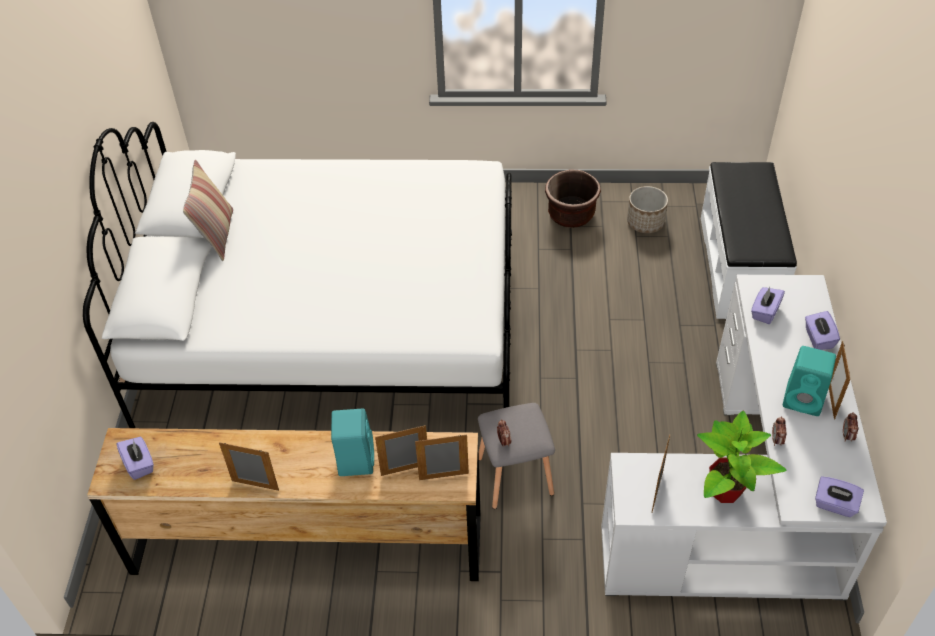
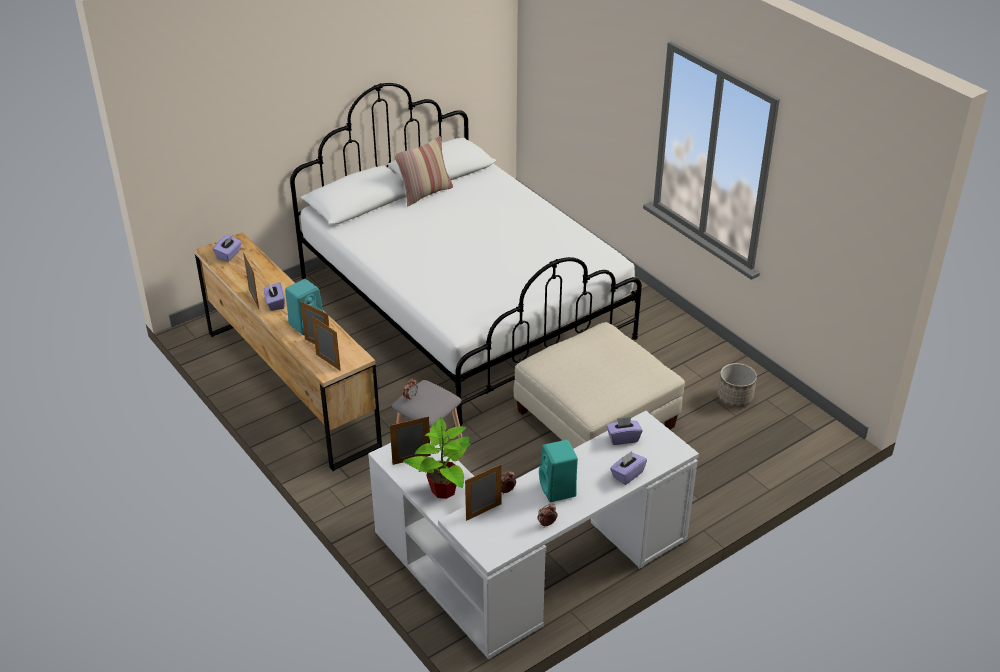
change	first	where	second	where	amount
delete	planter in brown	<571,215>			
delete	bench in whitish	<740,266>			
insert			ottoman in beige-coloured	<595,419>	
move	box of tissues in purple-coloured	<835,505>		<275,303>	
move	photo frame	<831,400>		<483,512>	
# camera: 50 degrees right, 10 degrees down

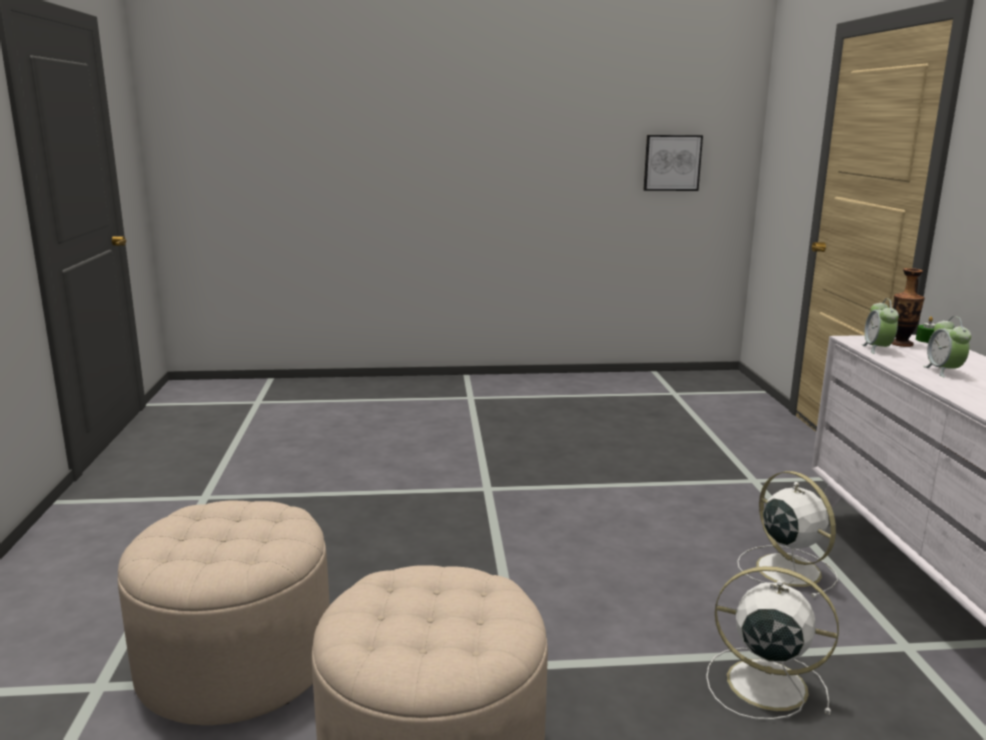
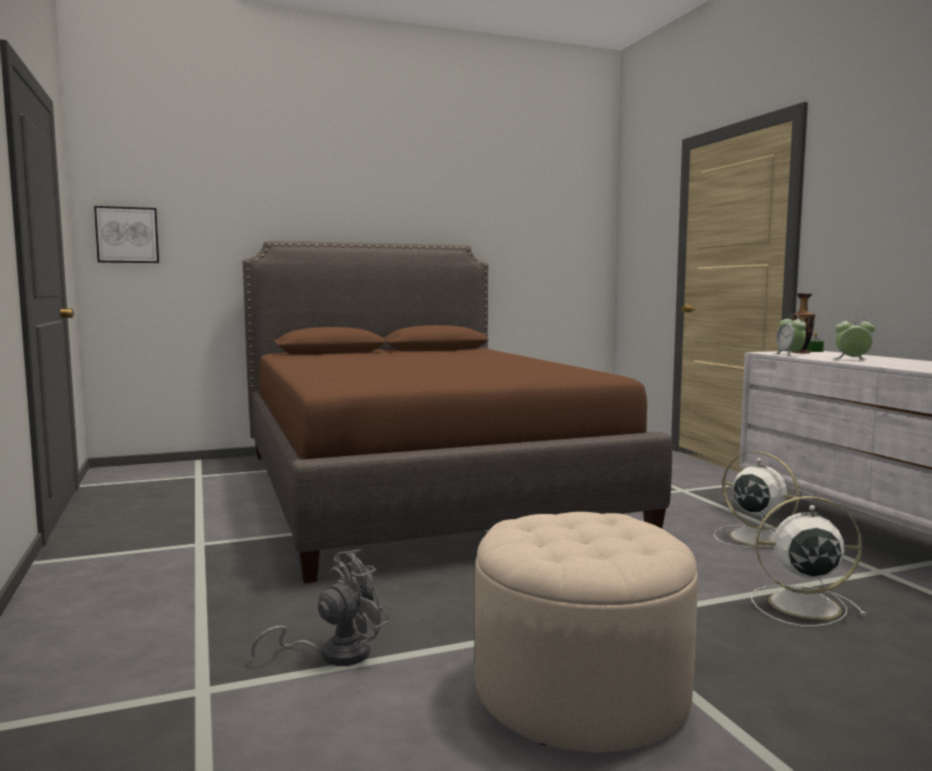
change	first	where	second	where	amount
insert			bed in brown	<420,488>	
move	wall picture	<672,163>		<127,235>	
replace	ottoman in beige-coloured	<235,662>	fan in gray	<334,653>	
rotate	alarm clock	<943,371>		<852,359>	120 degrees clockwise
# camera: 15 degrees left, 10 degrees down

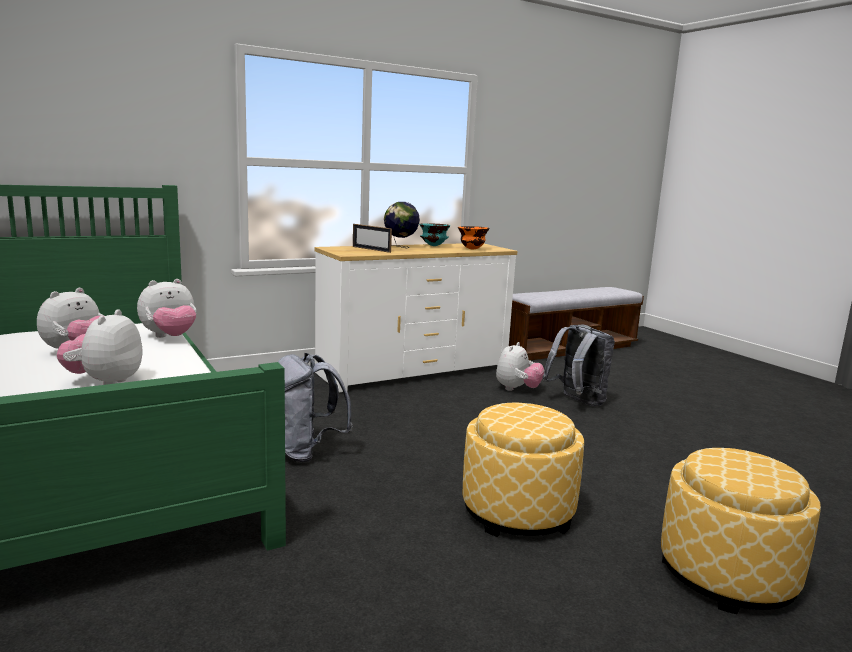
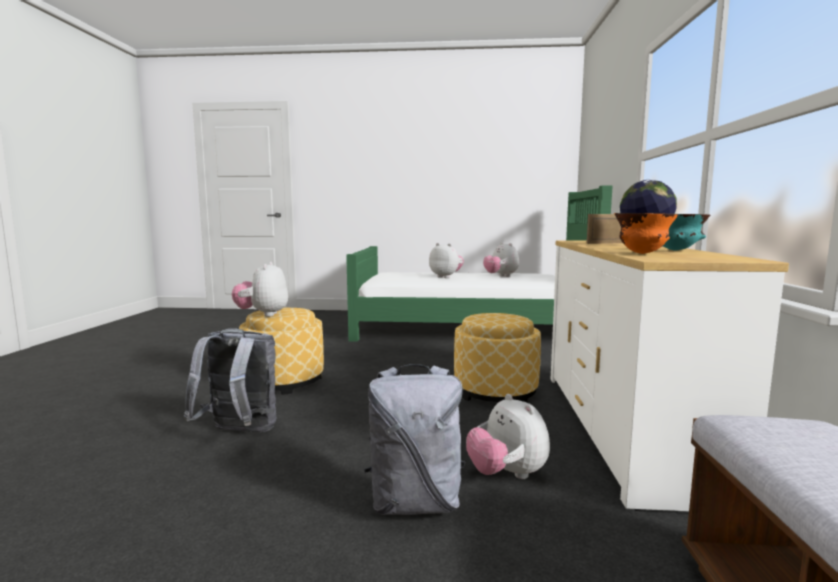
change	first	where	second	where	amount
move	plush toy	<170,337>		<263,314>	
move	rucksack in gray	<306,452>		<239,433>	
move	ottoman	<727,575>		<495,391>	
# camera: 125 degrees right, 5 degrees down

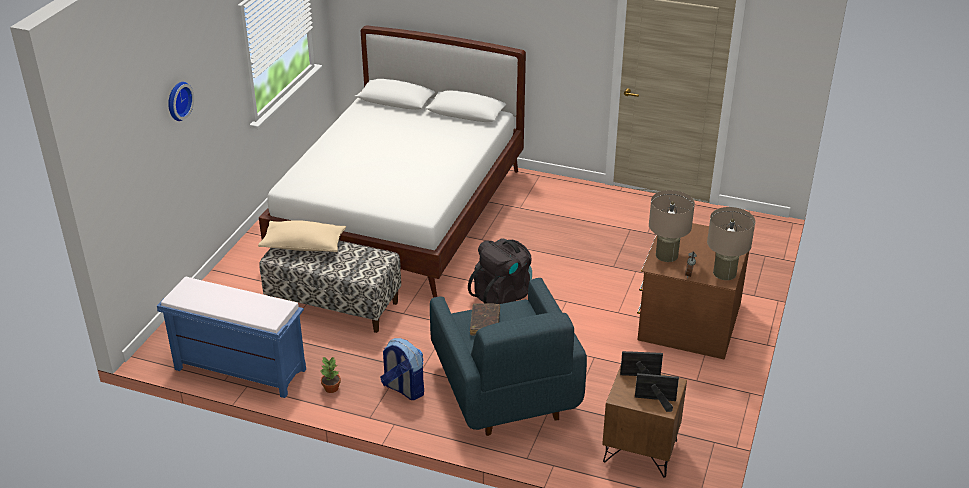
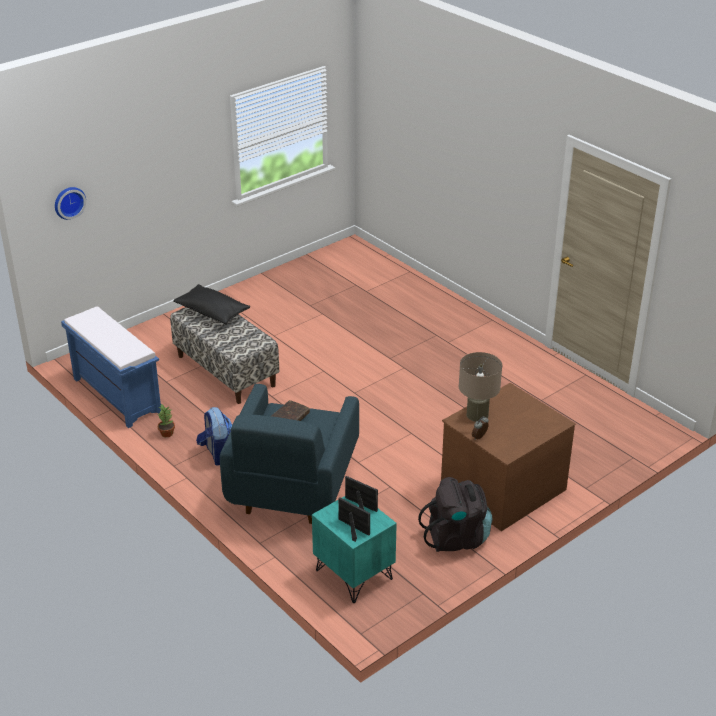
change	first	where	second	where	amount
delete	bed in whitish	<402,214>			
delete	lamp for a table in beige-coloured	<724,273>			
move	hanging clock	<177,100>		<68,202>	
move	rucksack in black	<503,295>		<457,538>	
recolor	cushion in beige-coloured	<303,246>	cushion in black	<212,312>	
recolor	bedside table in brown	<640,451>	bedside table in turquoise-coloured	<353,575>	
# camera: 30 degrees right, 0 degrees up

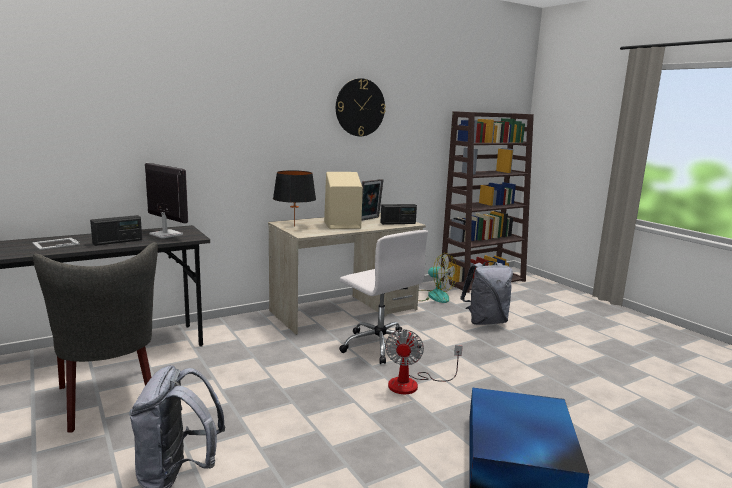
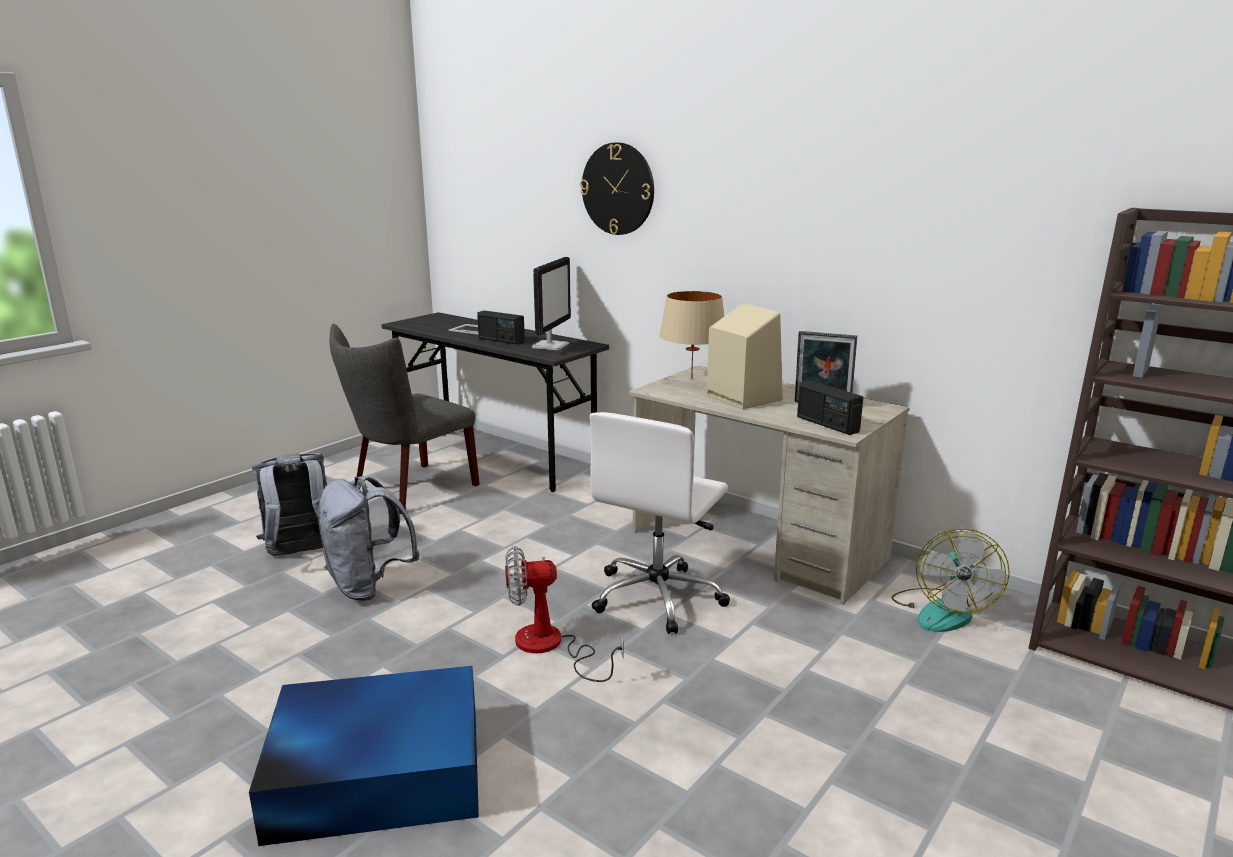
change	first	where	second	where	amount
move	hanging clock	<360,107>		<618,189>	
move	rucksack in gray	<485,321>		<368,586>	
recolor	lamp for a table in black	<294,226>	lamp for a table in beige-coloured	<691,379>	
# camera: 70 degrees right, 5 degrees up

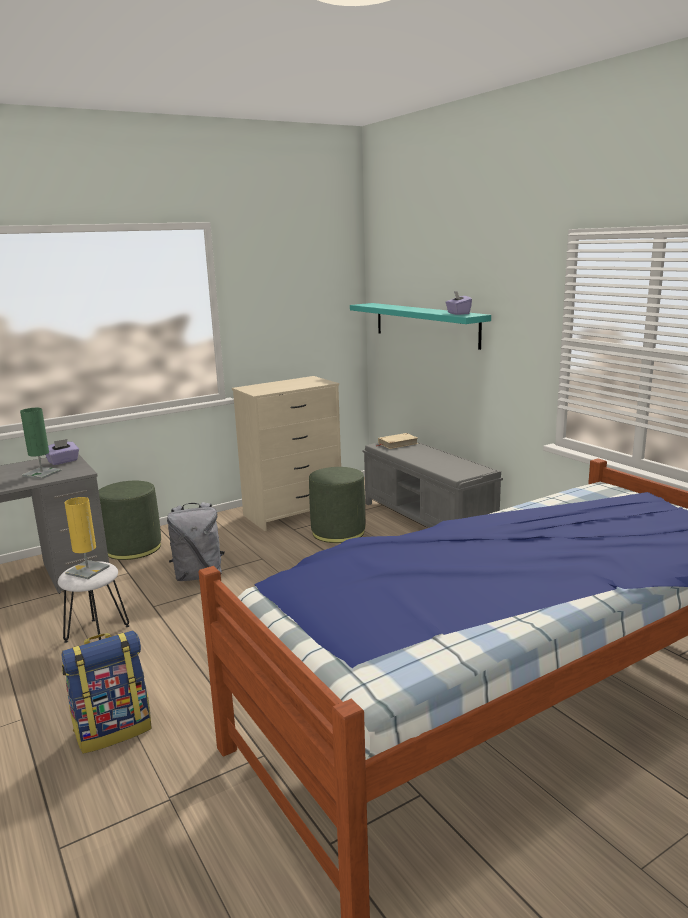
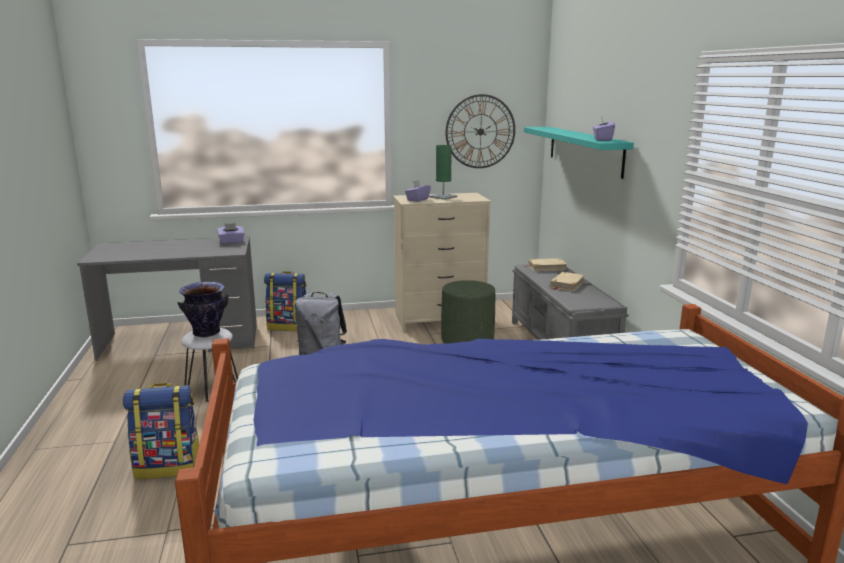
change	first	where	second	where	amount
insert			box of tissues in purple-coloured	<417,199>	
insert			hanging clock	<480,131>	
insert			volume in beige-coloured	<567,284>	
move	lamp for a table in green-coloured	<42,473>		<443,197>	
replace	lamp for a table in yellowish	<87,570>	vase	<207,333>	
replace	ottoman in green-coloured	<133,548>	rucksack	<288,326>	
# camera: 20 degrees right, 0 degrees up

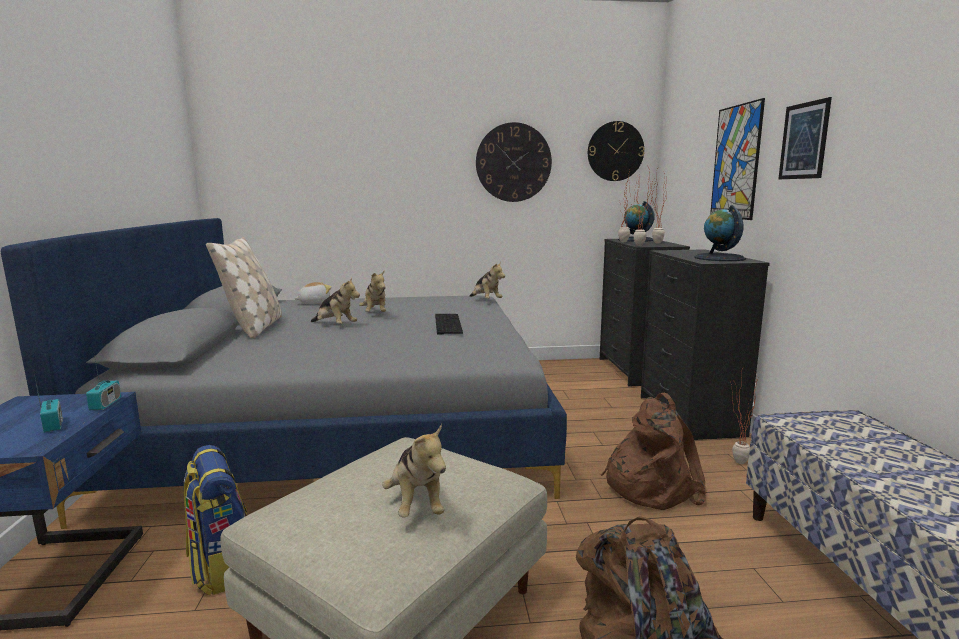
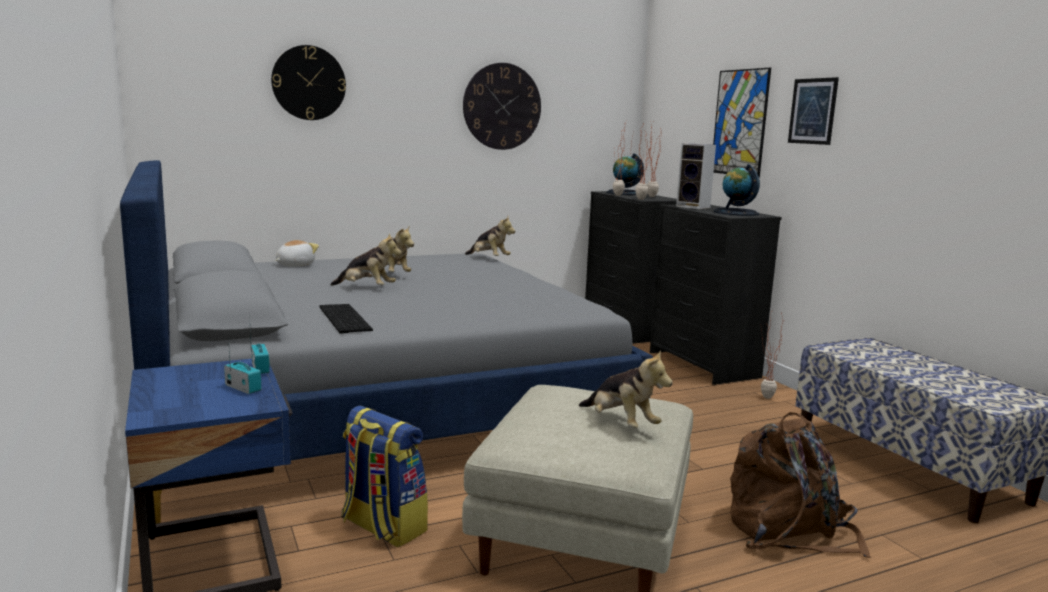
change	first	where	second	where	amount
delete	cushion in beige-coloured	<254,327>			
delete	rucksack in brown	<650,486>			
insert			loudspeaker	<694,207>	
move	PC keyboard	<446,323>		<342,318>	
move	hanging clock	<615,151>		<309,83>	
# camera: 20 degrees left, 0 degrees up

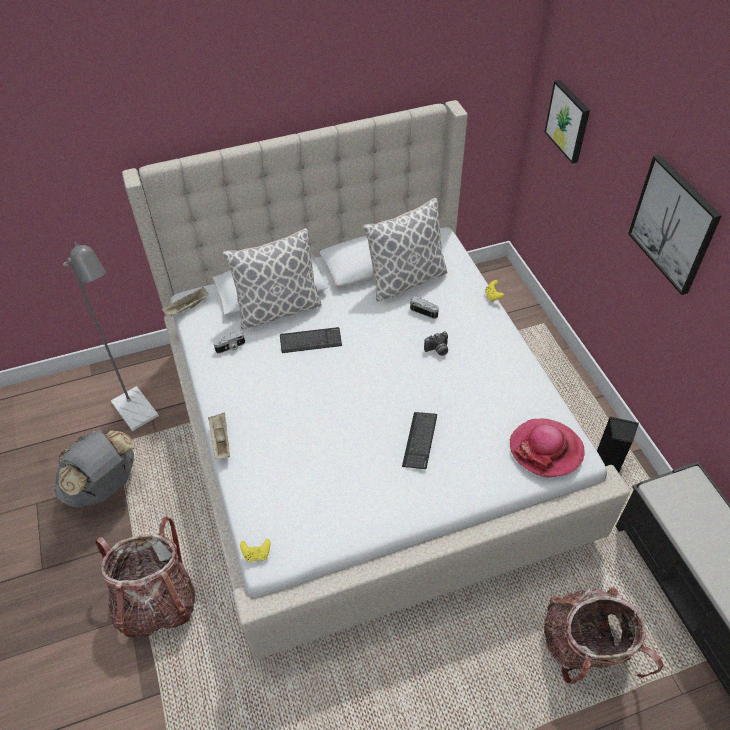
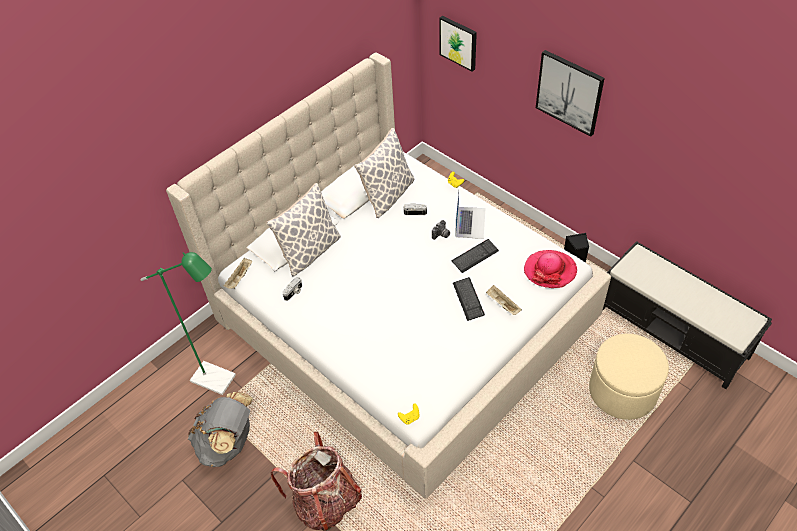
change	first	where	second	where	amount
insert			notebook computer	<470,222>	
move	tray in beige-coloured	<220,440>		<502,304>	
move	PC keyboard	<310,341>		<475,256>	
replace	rucksack	<586,648>	ottoman in beige-coloured	<622,391>	
recolor	standing lamp in gray	<139,415>	standing lamp in green-coloured	<220,381>	
# camera: 25 degrees left, 0 degrees up

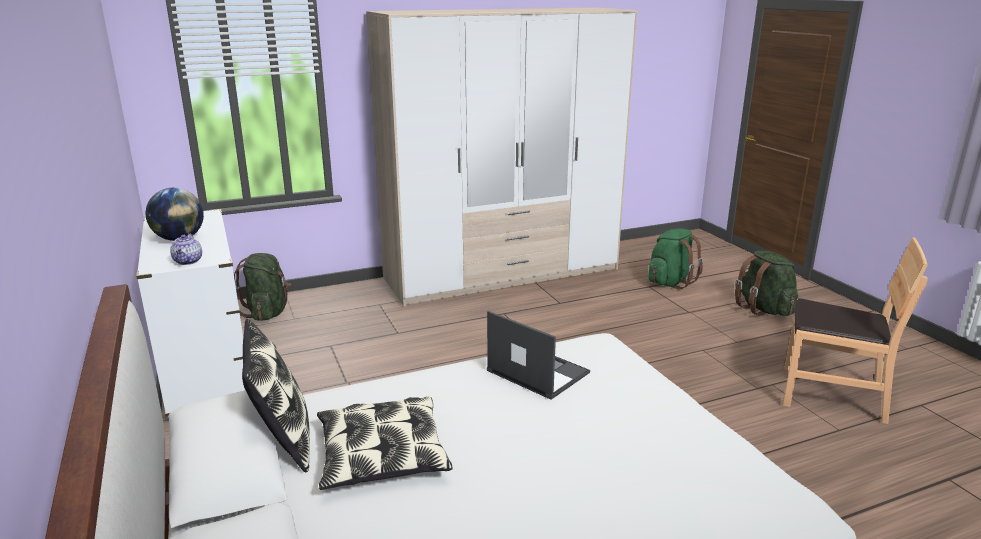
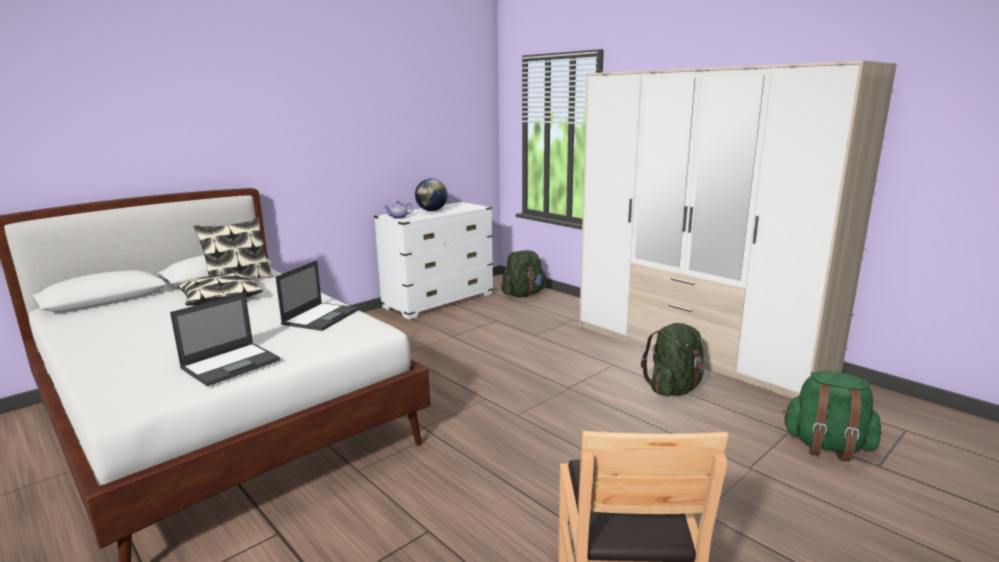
change	first	where	second	where	amount
insert			notebook computer	<232,364>	
move	rucksack in green-coloured	<764,309>		<674,389>	
# camera: 70 degrees right, 5 degrees down

